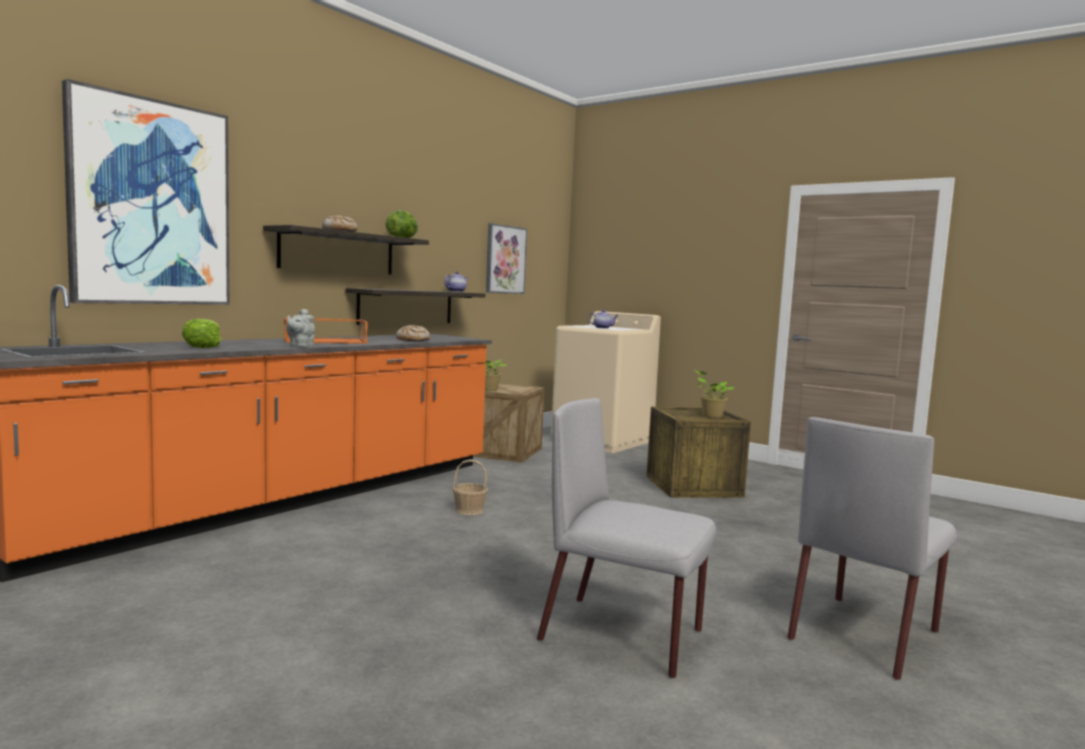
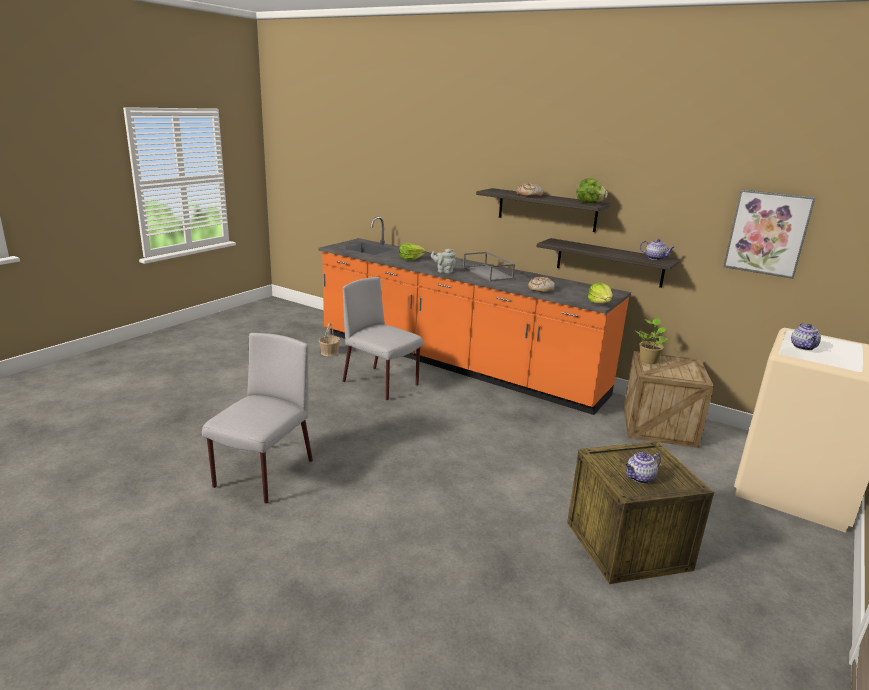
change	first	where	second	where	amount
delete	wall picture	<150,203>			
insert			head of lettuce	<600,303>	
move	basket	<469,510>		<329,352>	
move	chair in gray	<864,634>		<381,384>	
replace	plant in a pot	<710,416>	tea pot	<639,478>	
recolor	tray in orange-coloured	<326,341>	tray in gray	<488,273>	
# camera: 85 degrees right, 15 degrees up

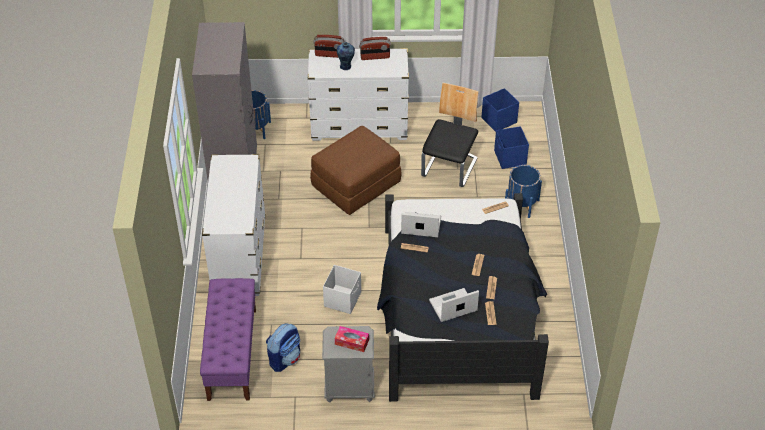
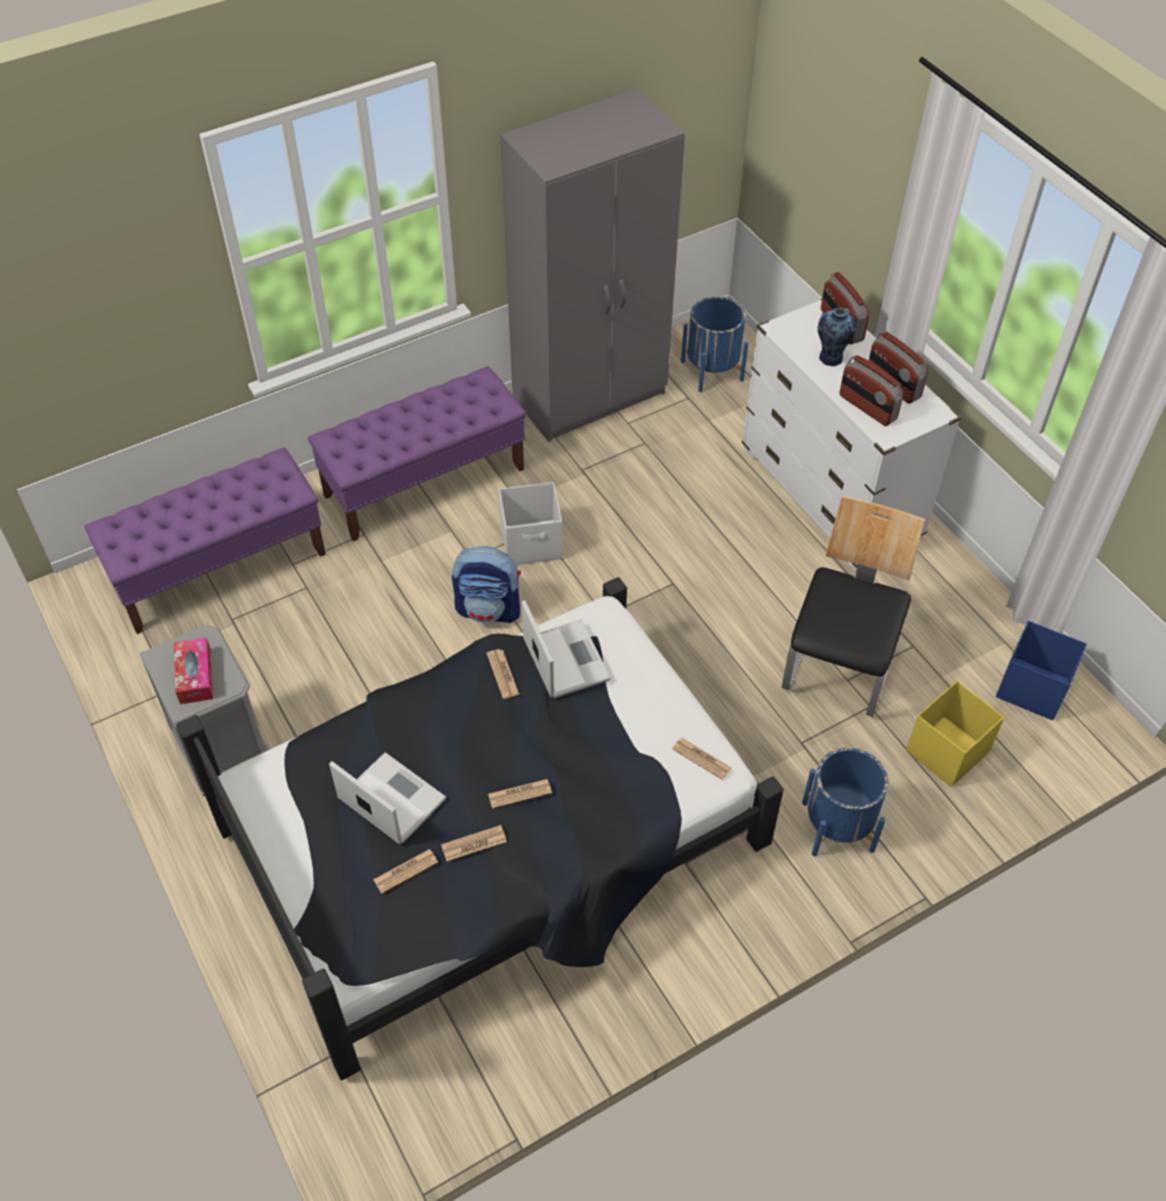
change	first	where	second	where	amount
delete	ottoman in brown	<356,184>			
insert			radio receiver	<867,407>	
move	rucksack	<285,359>		<489,609>	
move	storage container in whitish	<343,299>		<532,543>	
replace	drawer chest in whitish	<239,256>	bench in purple-coloured	<425,482>	
recolor	storage container in blue	<510,158>	storage container in yellowish	<946,752>	
rotate	chair	<450,168>		<840,667>	60 degrees counterclockwise
# camera: 60 degrees right, 5 degrees up

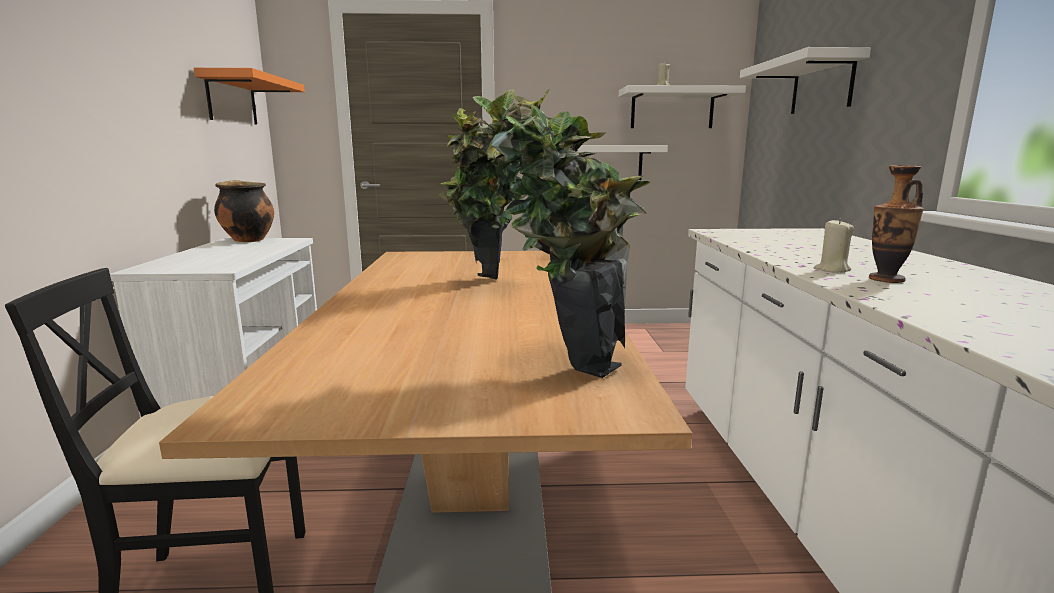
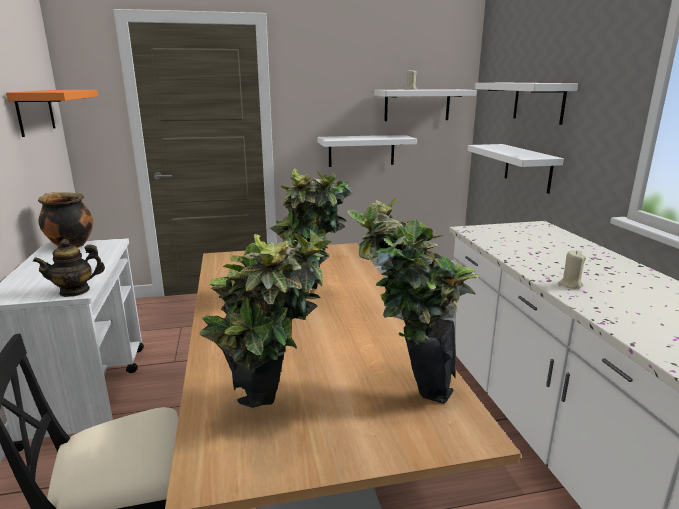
change	first	where	second	where	amount
delete	vase	<886,279>			
insert			tea pot	<75,291>	
insert			plant in a pot	<273,421>	
insert			wall shelf in whitish	<528,168>	
# camera: 10 degrees left, 5 degrees up

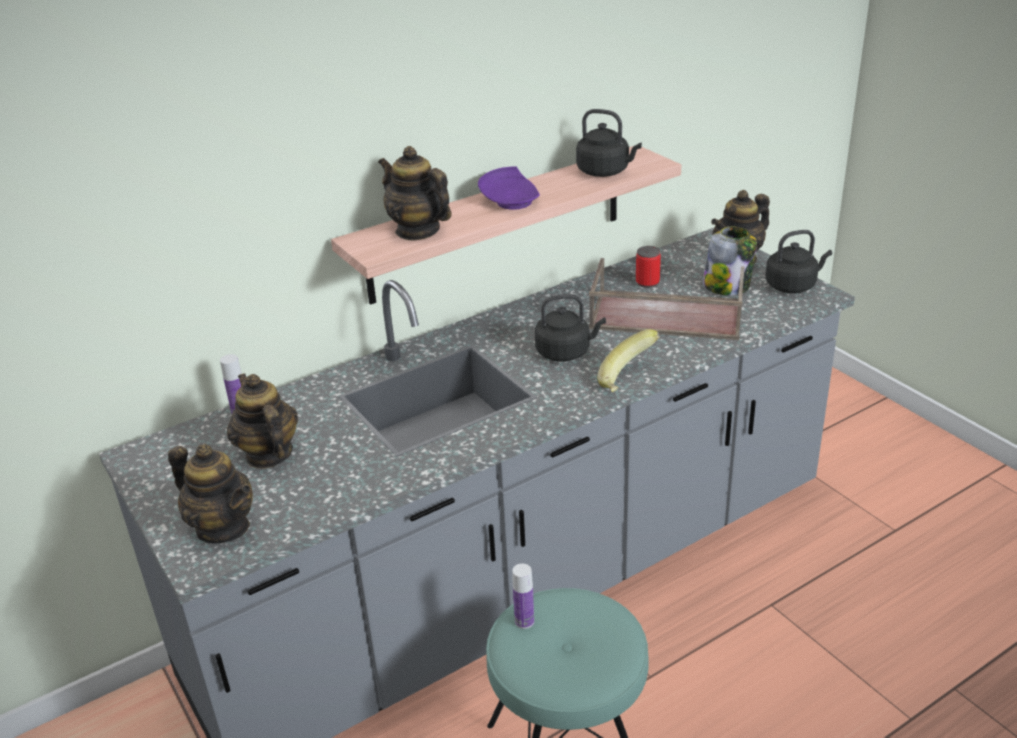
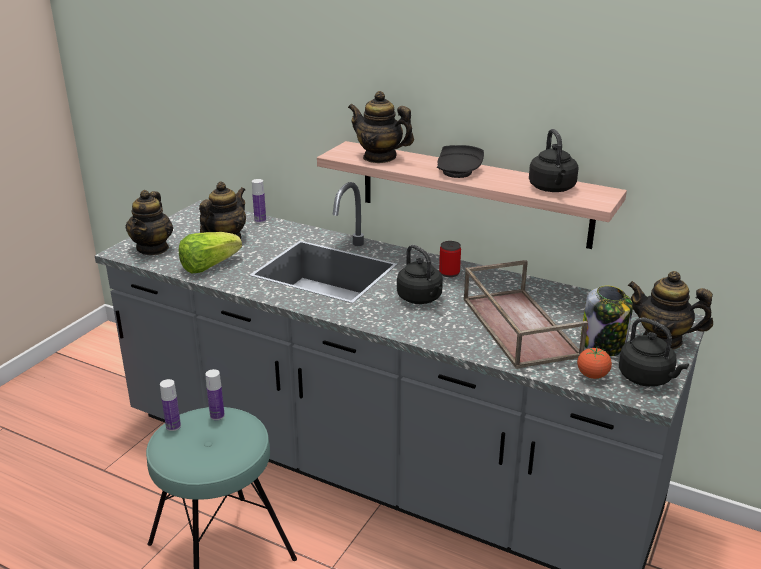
change	first	where	second	where	amount
delete	banana fruit	<629,380>			
insert			drink bottle	<173,426>	
insert			head of lettuce	<209,266>	
insert			tomato	<592,375>	
move	metal can	<647,282>		<449,273>	
recolor	plate in purple-coloured	<511,200>	plate in black	<459,171>	
rotate	tea pot	<417,231>		<380,157>	75 degrees counterclockwise
# camera: 60 degrees right, 5 degrees down

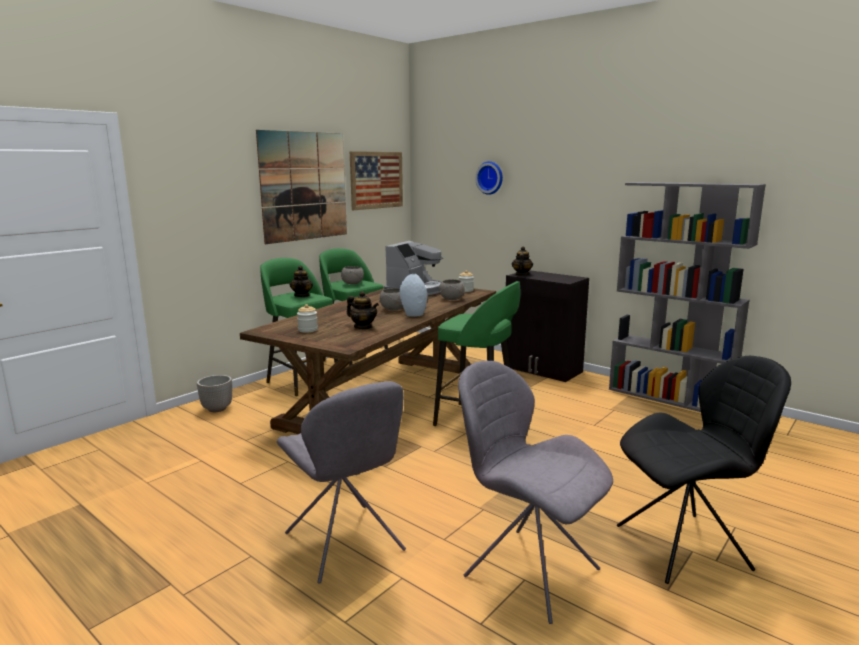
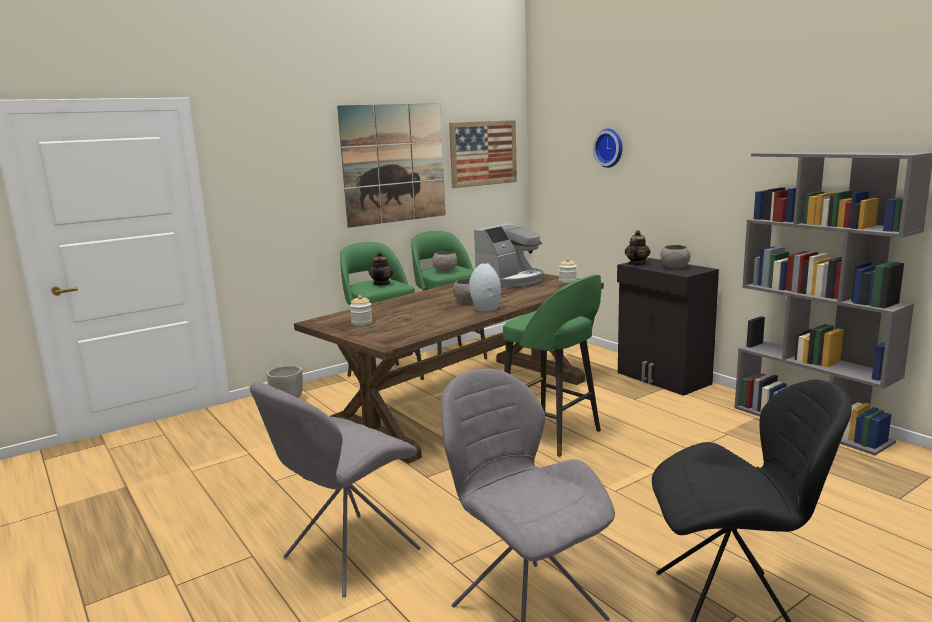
change	first	where	second	where	amount
delete	tea pot	<363,327>			
move	serving bowl in gray	<451,299>		<674,267>	
rotate	chair in gray	<346,544>		<347,556>	60 degrees clockwise
# camera: 15 degrees right, 0 degrees up

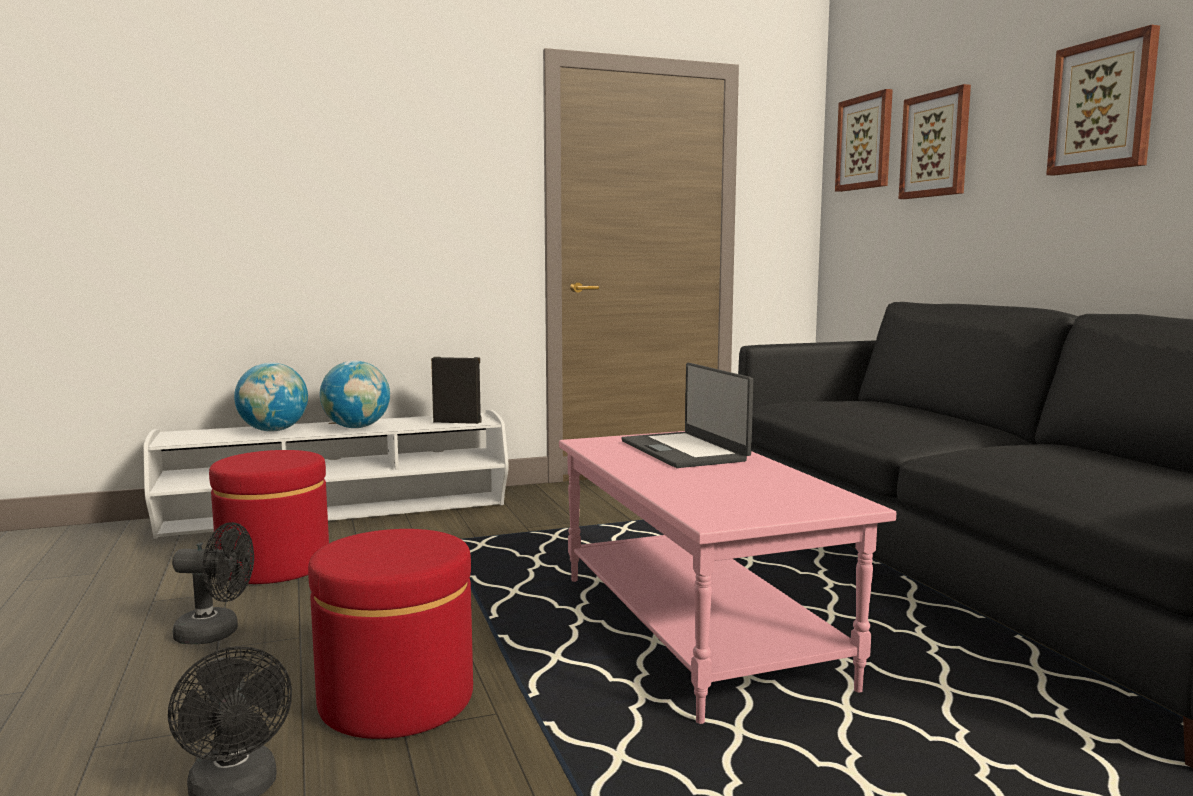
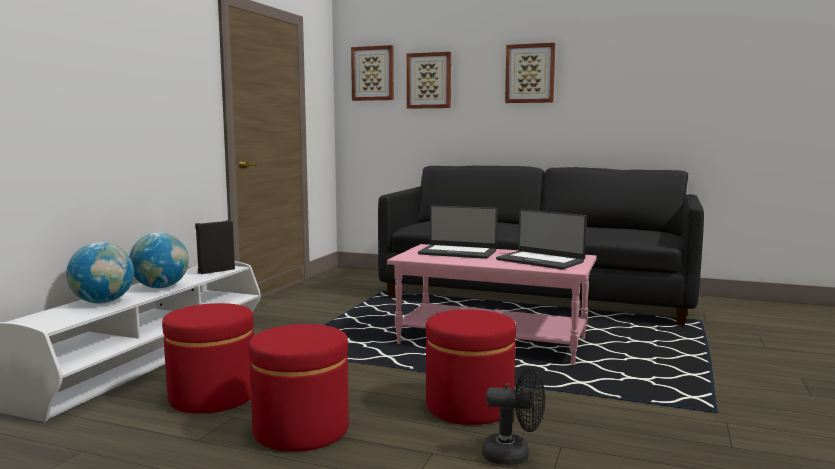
change	first	where	second	where	amount
insert			notebook computer	<540,260>	
replace	fan in black	<217,633>	ottoman in reddish	<301,430>	
# camera: 50 degrees left, 0 degrees up

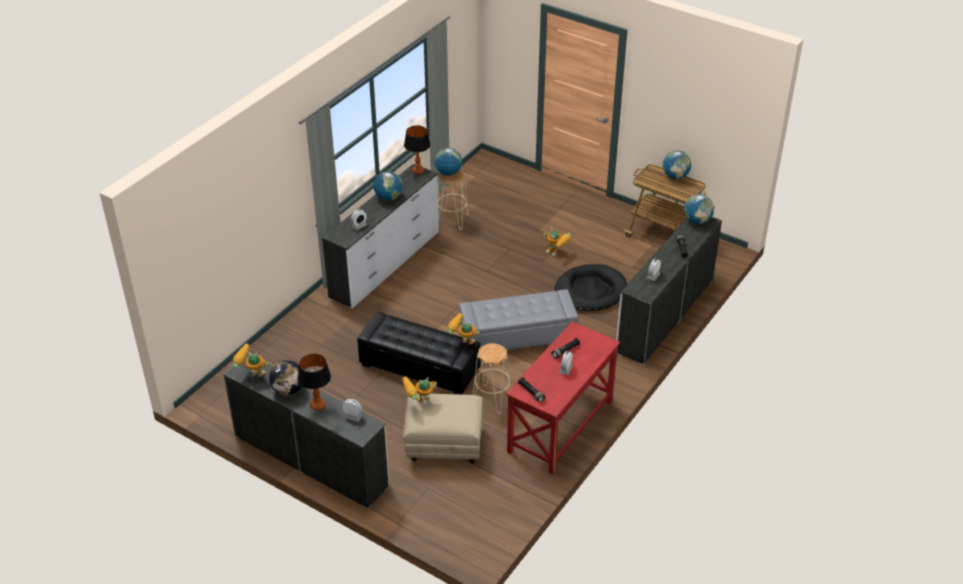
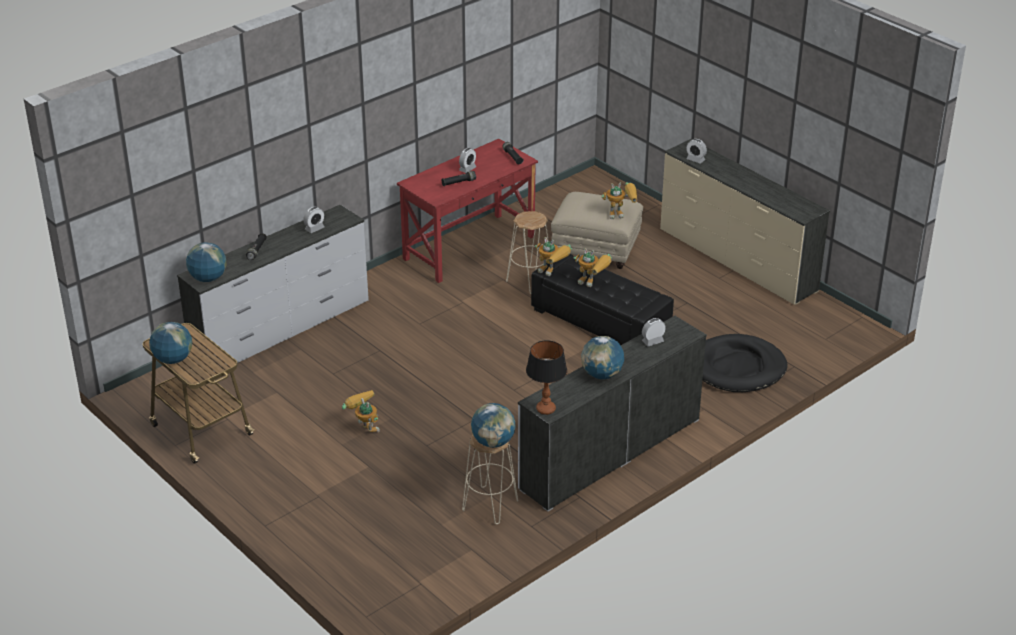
change	first	where	second	where	amount
delete	globe	<288,390>			
delete	lamp for a table	<318,405>			
delete	ottoman in gray	<517,337>			
move	model robot	<251,375>		<593,283>	
move	dog bed in black	<590,291>		<737,367>	
# camera: 165 degrees left, 5 degrees down

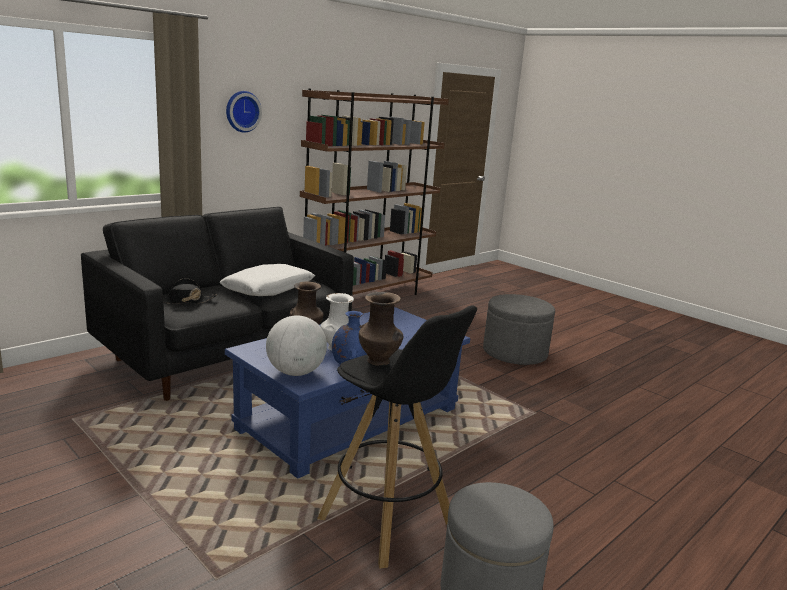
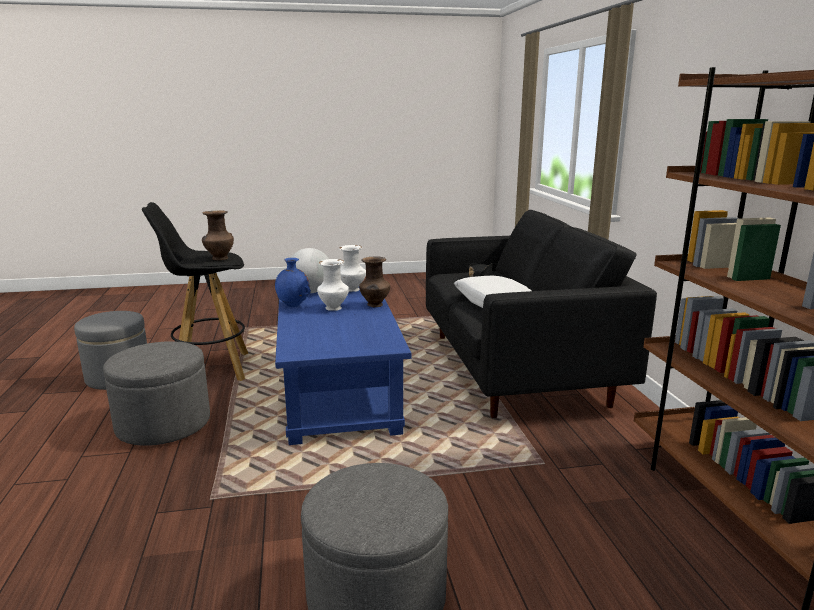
change	first	where	second	where	amount
delete	hanging clock	<242,111>			
insert			ottoman in gray	<163,424>	
insert			vase in whitish	<352,290>	
# camera: 125 degrees right, 0 degrees up

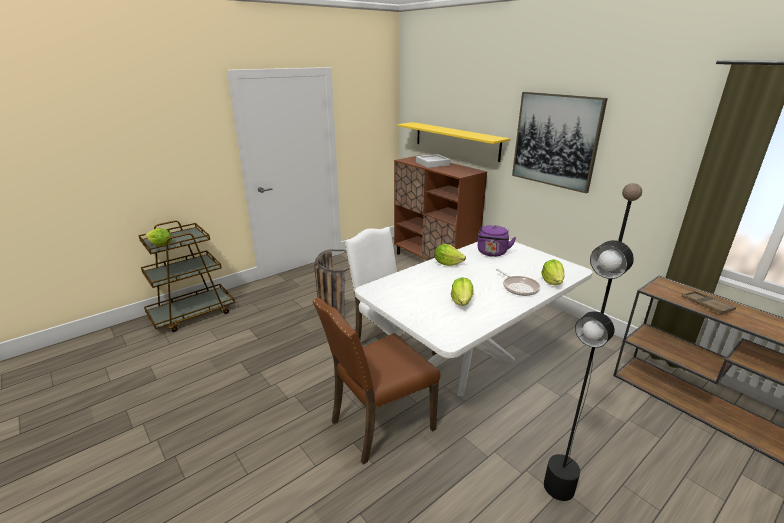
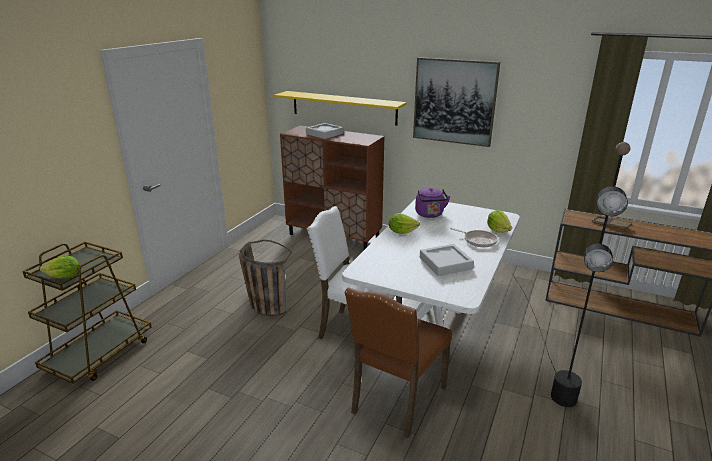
change	first	where	second	where	amount
replace	head of lettuce	<462,301>	tray in gray	<445,263>	
# camera: 25 degrees left, 0 degrees up

